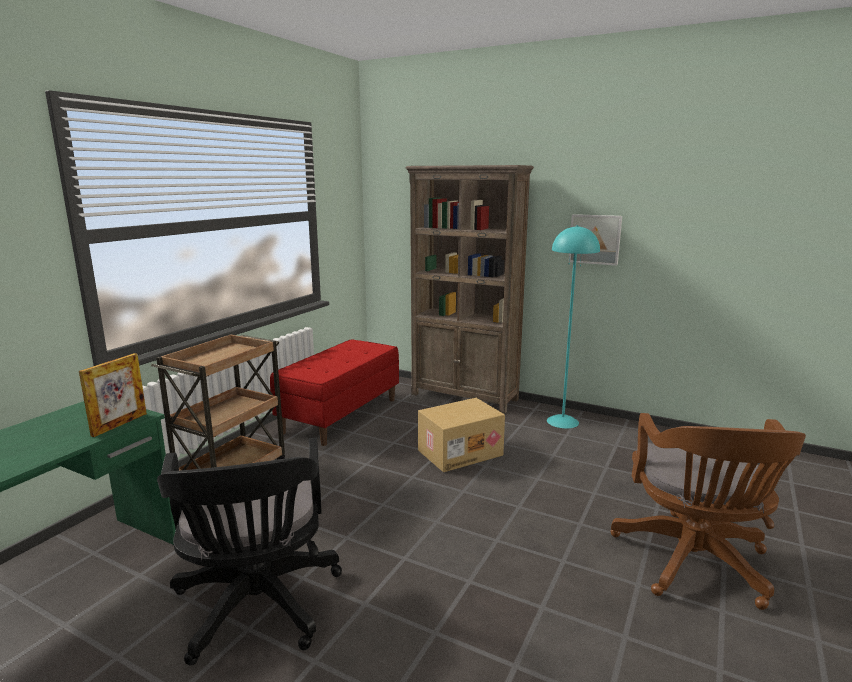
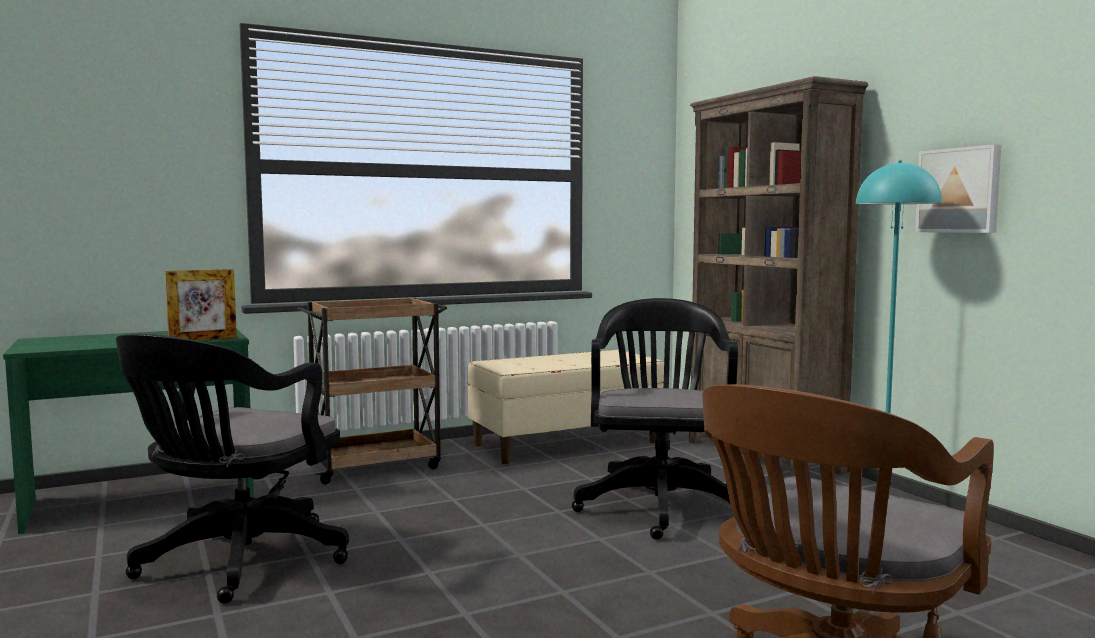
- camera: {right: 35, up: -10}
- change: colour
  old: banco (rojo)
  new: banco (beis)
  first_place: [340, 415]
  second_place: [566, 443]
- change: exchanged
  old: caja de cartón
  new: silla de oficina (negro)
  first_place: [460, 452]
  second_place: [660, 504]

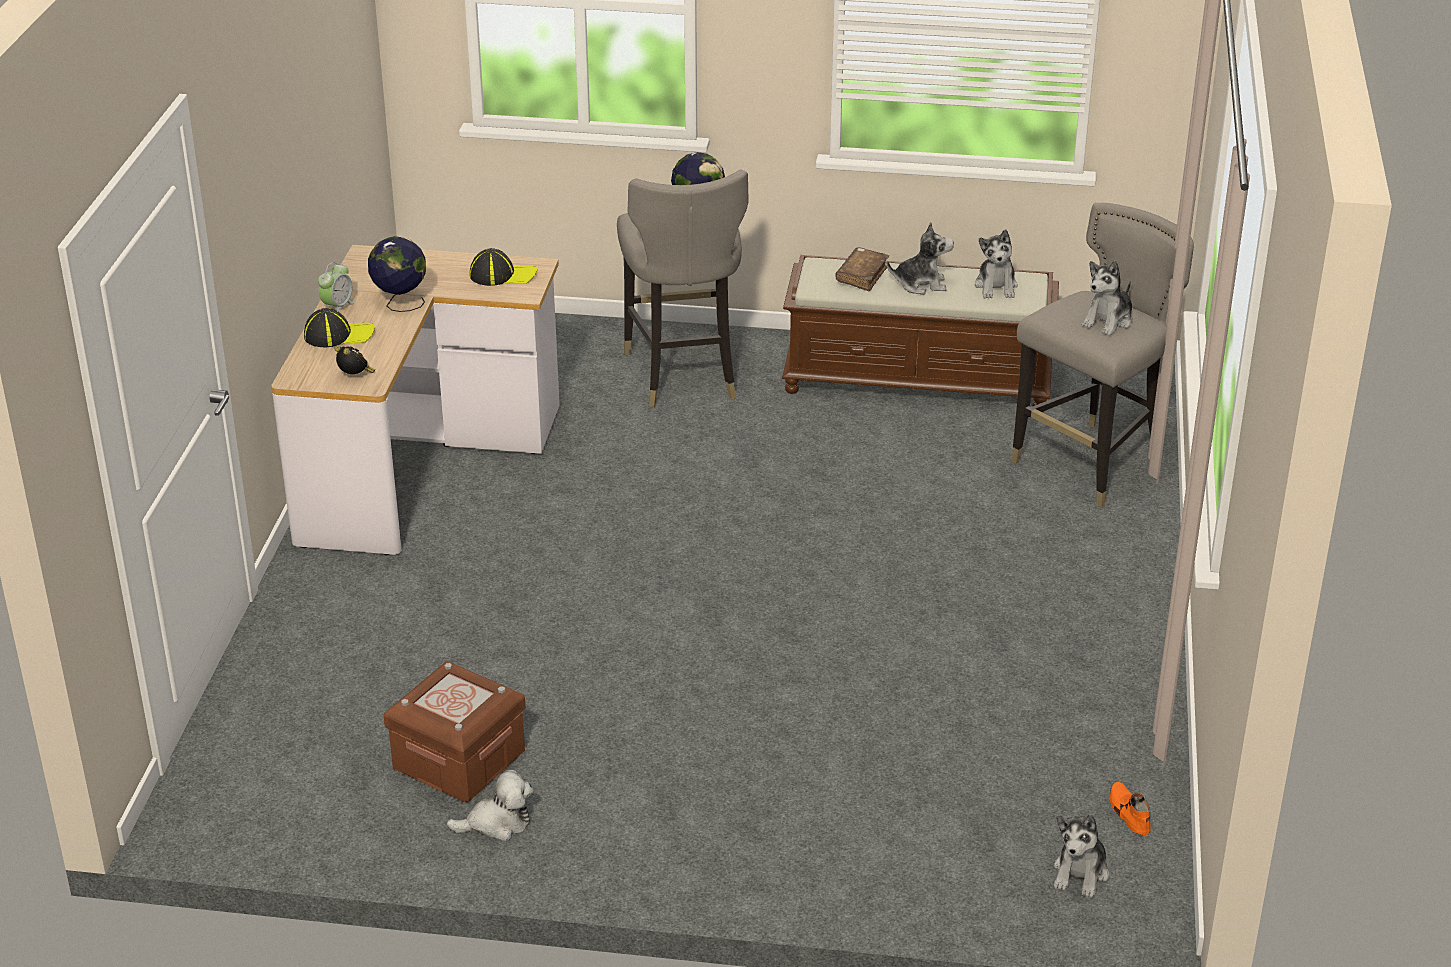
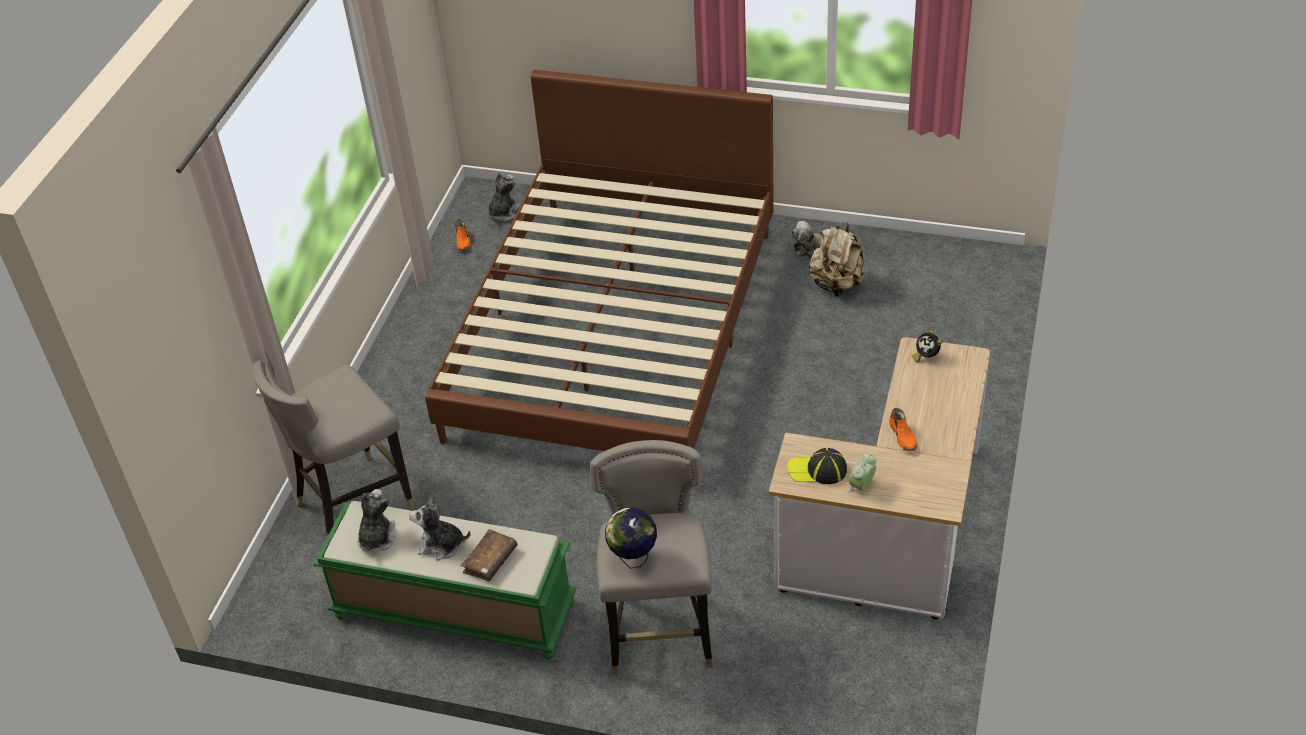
- camera: {right: -170, up: 10}
- change: colour
  old: banco (marrón)
  new: banco (verde)
  first_place: [919, 380]
  second_place: [452, 610]
- change: appeared
  new: cama (marrón)
  second_place: [615, 332]
- change: exchanged
  old: caja de almacenaje (marrón)
  new: mochila (beis)
  first_place: [459, 759]
  second_place: [837, 284]
- change: relocated
  old: despertador
  first_place: [337, 307]
  second_place: [862, 486]
- change: exchanged
  old: globo terráqueo
  new: zapato (naranja)
  first_place: [400, 304]
  second_place: [903, 436]
- change: missing
  old: gorra
  first_place: [339, 335]
- change: missing
  old: peluche
  first_place: [1108, 321]

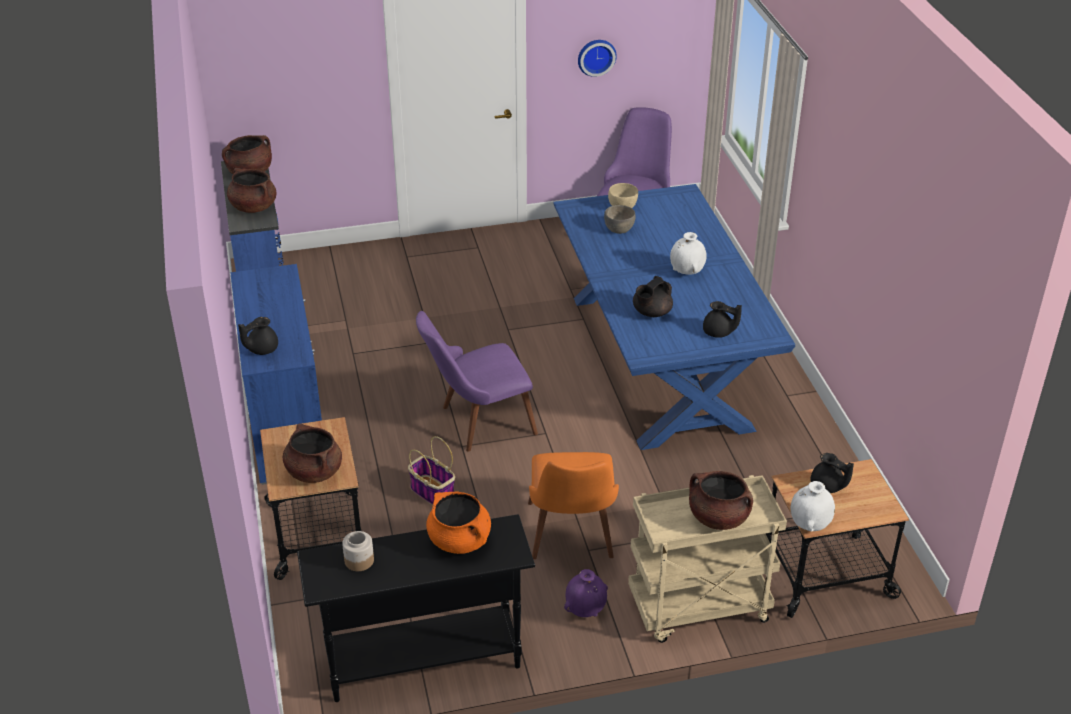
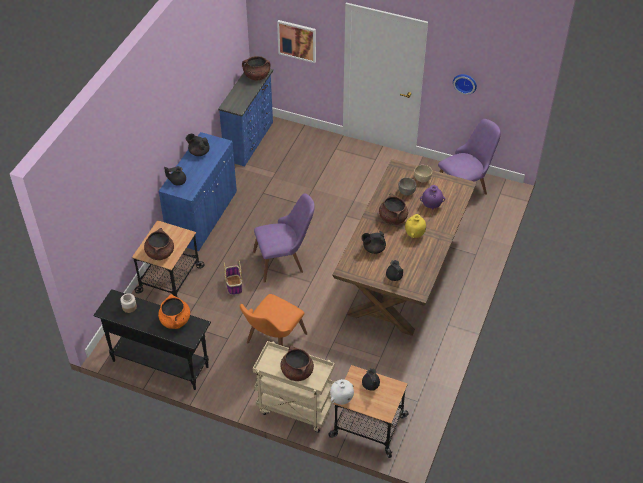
- camera: {right: 35, up: 10}
- change: appeared
  new: tetera (negro)
  second_place: [199, 152]
- change: spun
  old: silla (morado)
  first_place: [477, 423]
  second_place: [285, 260]
  degrees: 150
- change: appeared
  new: cuadro
  second_place: [297, 40]
- change: colour
  old: mesa de comedor (azul)
  new: mesa de comedor (marrón)
  first_place: [658, 360]
  second_place: [403, 270]
- change: relocated
  old: olla (marrón)
  first_place: [253, 207]
  second_place: [392, 218]
- change: colour
  old: florero (blanco)
  new: florero (amarillo)
  first_place: [687, 273]
  second_place: [414, 234]
- change: relocated
  old: florero (morado)
  first_place: [585, 610]
  second_place: [431, 205]

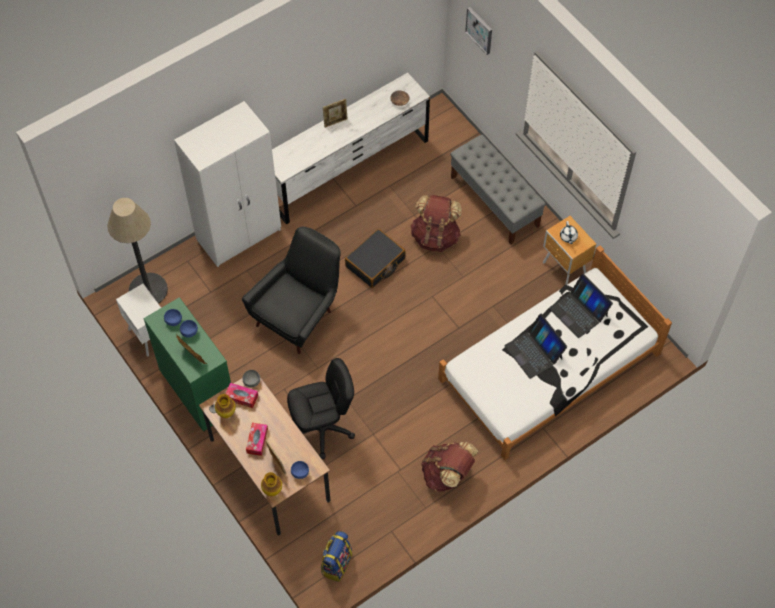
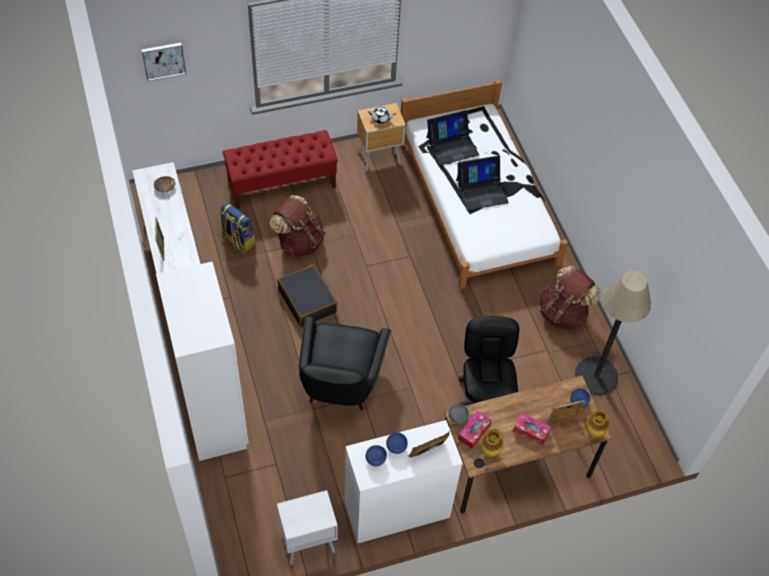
- camera: {right: -75, up: -5}
- change: relocated
  old: mochila
  first_place: [336, 563]
  second_place: [237, 240]
- change: colour
  old: banco (gris)
  new: banco (rojo)
  first_place: [495, 202]
  second_place: [282, 184]
- change: spun
  old: sillón (negro)
  first_place: [299, 314]
  second_place: [340, 385]
  degrees: -135
- change: colour
  old: cómoda (verde)
  new: cómoda (blanco)
  first_place: [198, 390]
  second_place: [397, 509]
- change: relocated
  old: lámpara de pie
  first_place: [148, 290]
  second_place: [596, 375]

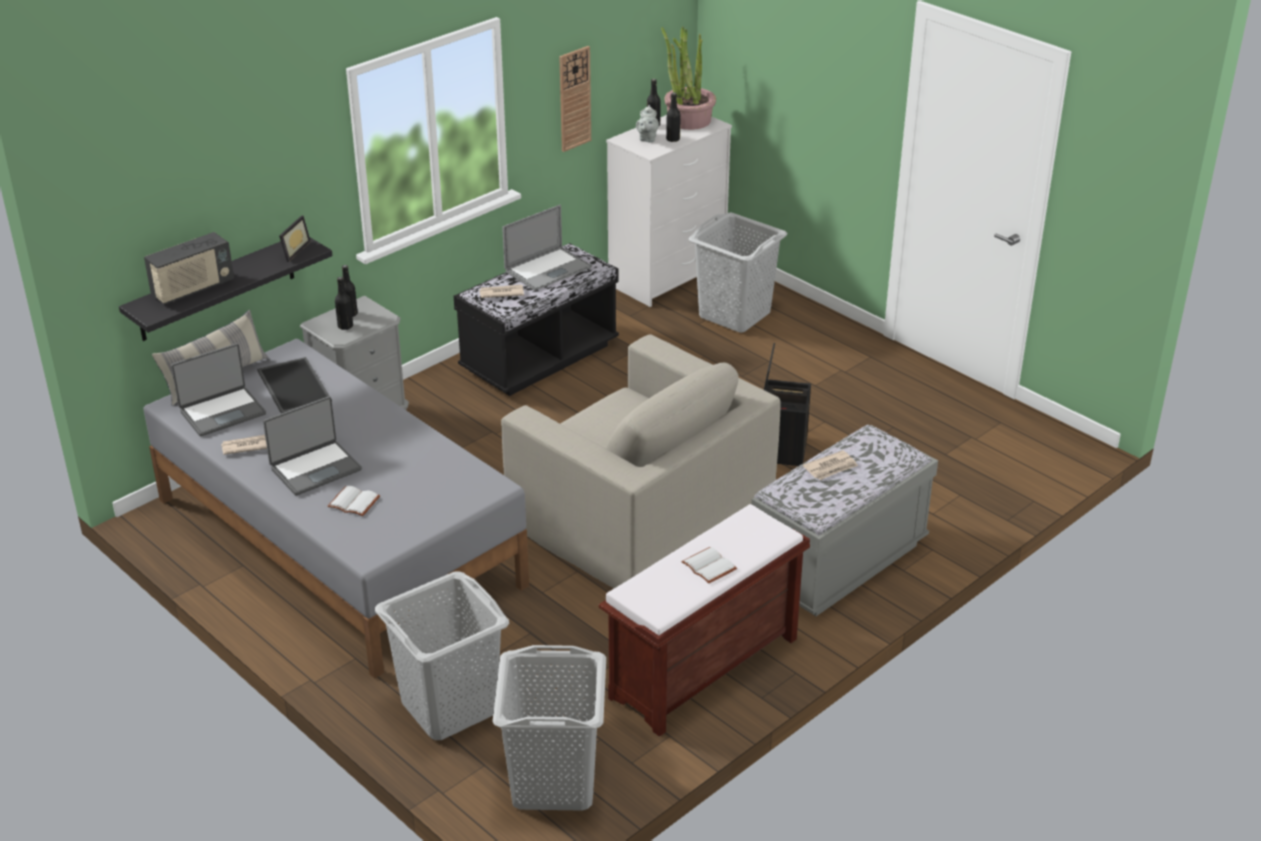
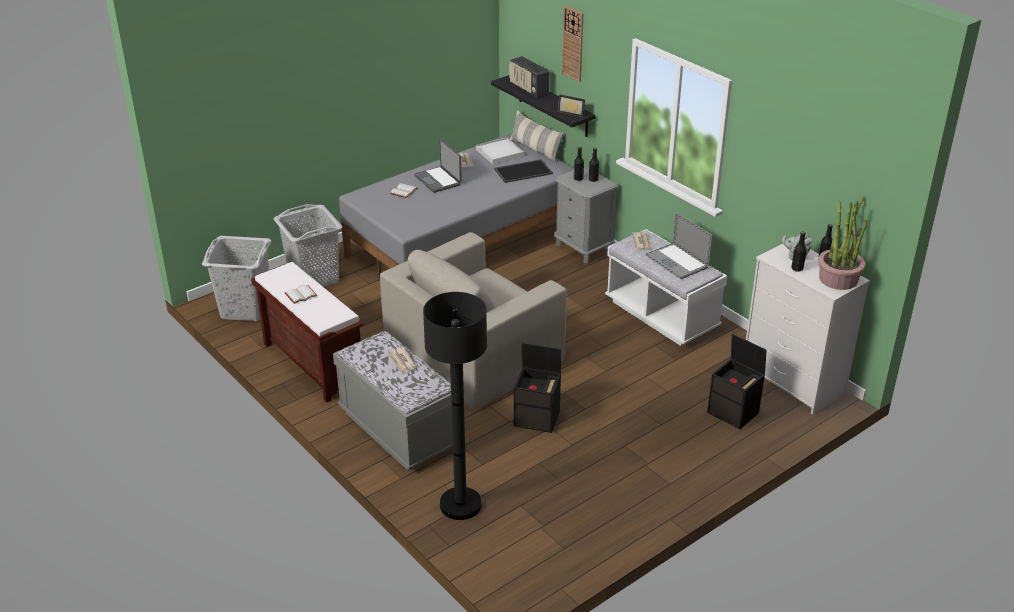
- camera: {right: 95, up: 0}
- change: appeared
  new: lámpara de pie (negro)
  second_place: [460, 505]
- change: exchanged
  old: portátil
  new: bandeja (blanco)
  first_place: [222, 412]
  second_place: [500, 153]
- change: relocated
  old: reloj de pared
  first_place: [574, 98]
  second_place: [573, 43]
- change: colour
  old: banco (negro)
  new: banco (blanco)
  first_place: [539, 358]
  second_place: [661, 315]
- change: exchanged
  old: cesto de la ropa (gris)
  new: caja de almacenaje (negro)
  first_place: [734, 314]
  second_place: [734, 413]

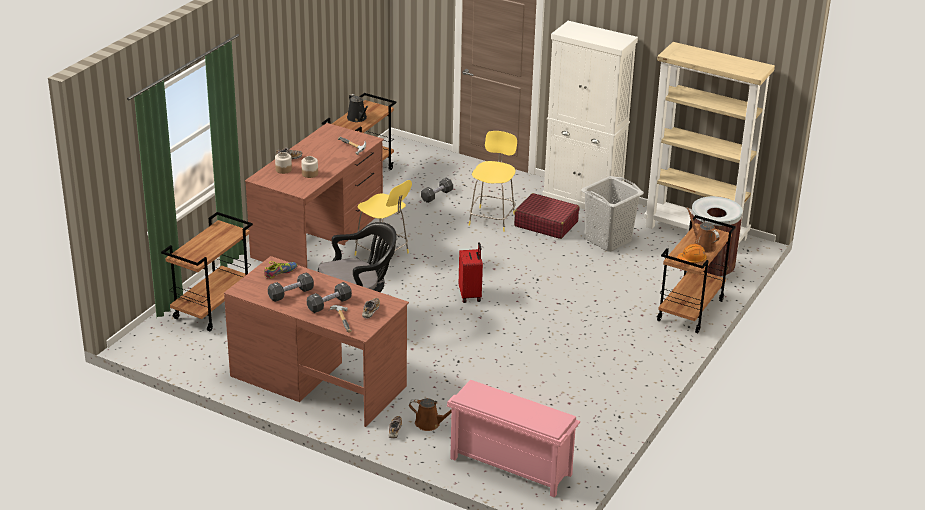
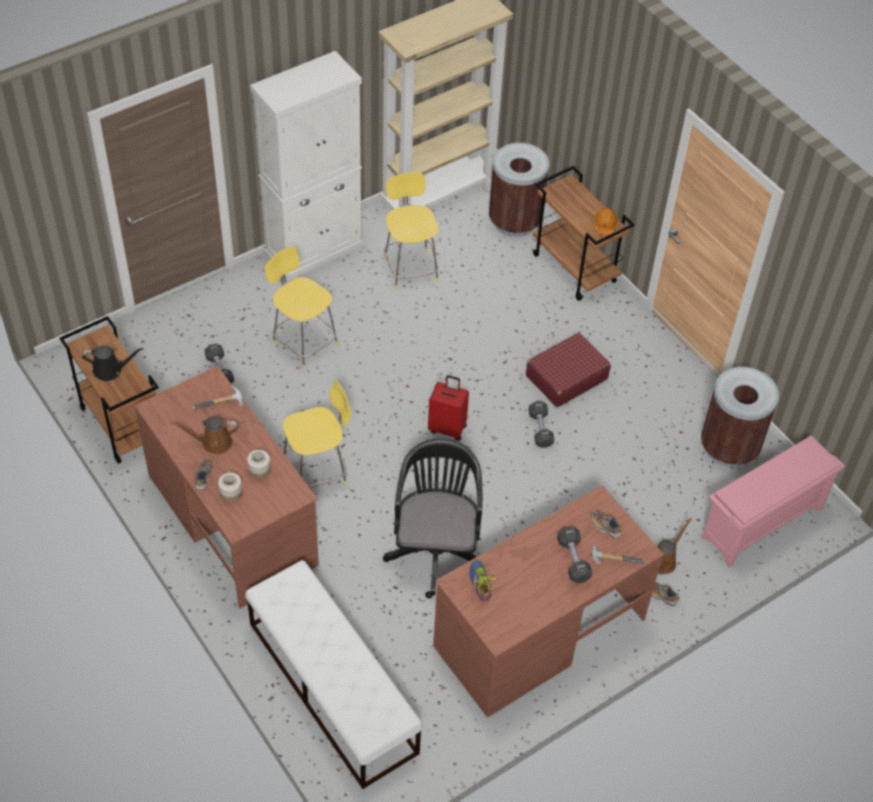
- camera: {right: -65, up: 20}
- change: relocated
  old: regadera (marrón)
  first_place: [702, 245]
  second_place: [213, 442]
- change: exchanged
  old: carrito (marrón)
  new: banco (blanco)
  first_place: [213, 308]
  second_place: [332, 687]
- change: exchanged
  old: cesto de la ropa (gris)
  new: taburete (amarillo)
  first_place: [608, 240]
  second_place: [410, 268]
- change: relocated
  old: maleta (rojo)
  first_place: [546, 224]
  second_place: [566, 377]
- change: relocated
  old: mancuerna (negro)
  first_place: [291, 294]
  second_place: [540, 429]
- change: appeared
  new: papelera (marrón)
  second_place: [729, 447]

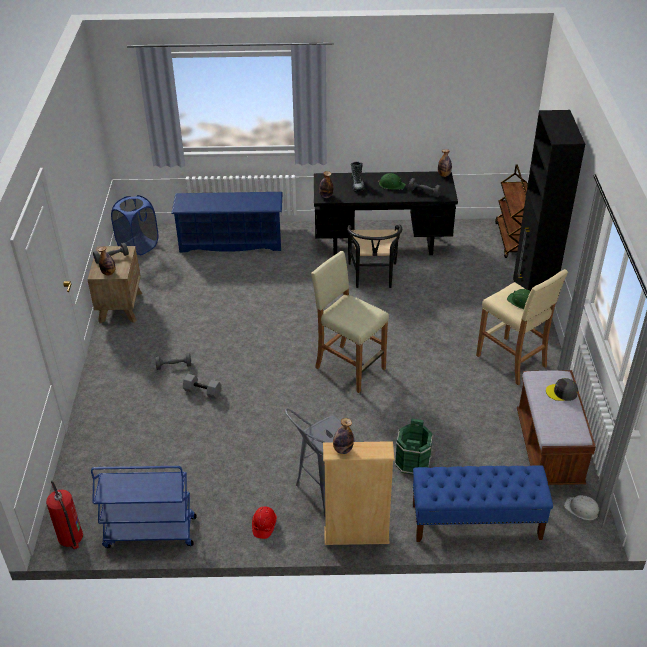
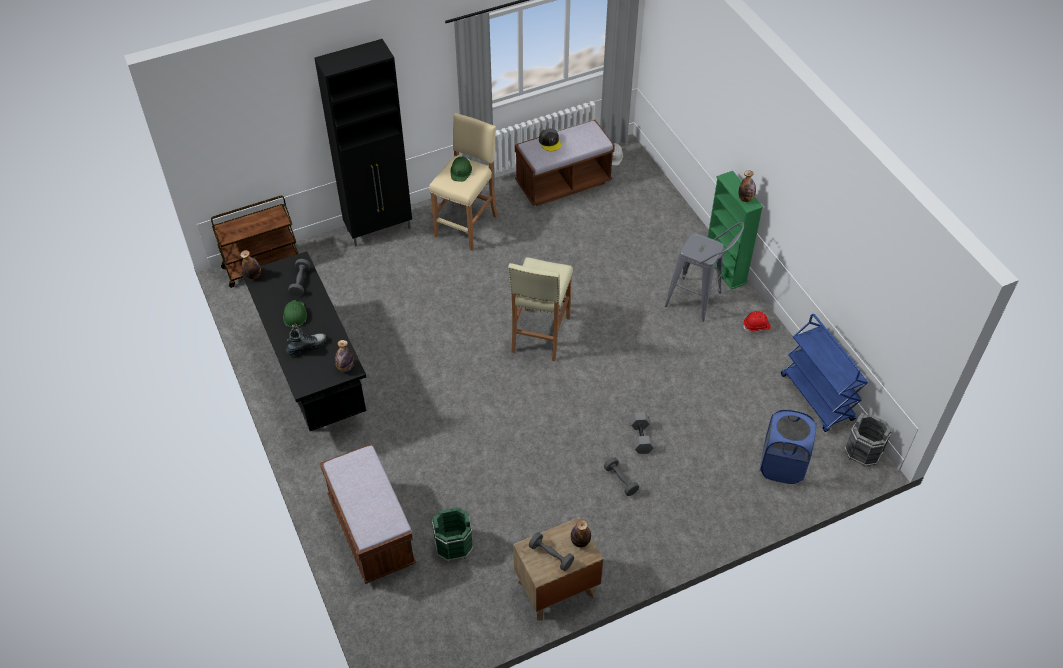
- camera: {right: -115, up: 10}
- change: exchanged
  old: zapatero (azul)
  new: banco (marrón)
  first_place: [231, 242]
  second_place: [371, 531]
- change: relocated
  old: cubo (verde)
  first_place: [412, 462]
  second_place: [454, 544]
- change: colour
  old: estantería (beis)
  new: estantería (verde)
  first_place: [356, 536]
  second_place: [725, 268]
- change: relocated
  old: cesto de la ropa (azul)
  first_place: [138, 246]
  second_place: [782, 466]
- change: exchanged
  old: extintor
  new: cubo (gris)
  first_place: [70, 537]
  second_place: [863, 451]
- change: missing
  old: silla (negro)
  first_place: [373, 278]
- change: missing
  old: banco (azul)
  first_place: [475, 522]

